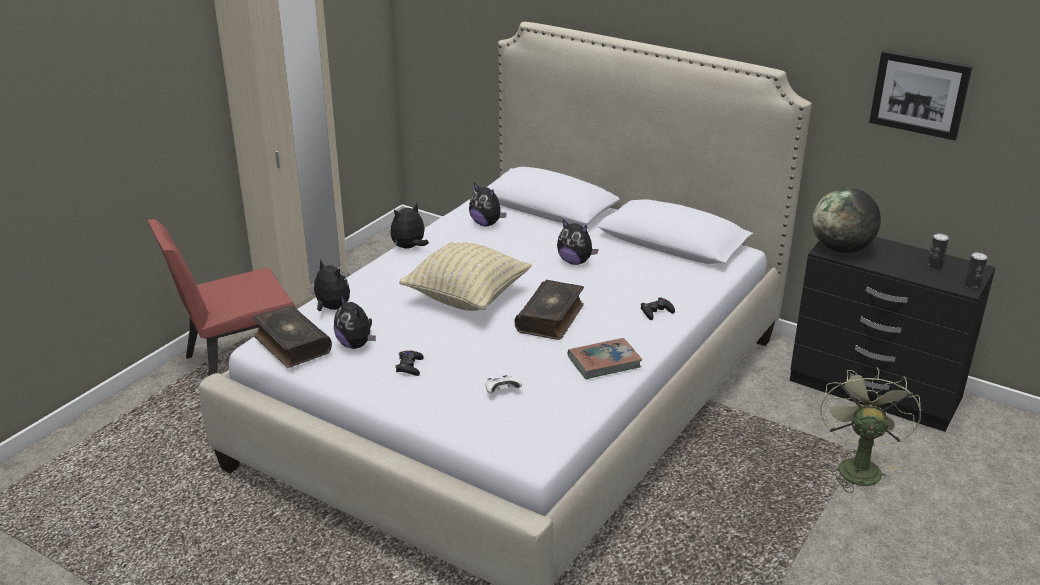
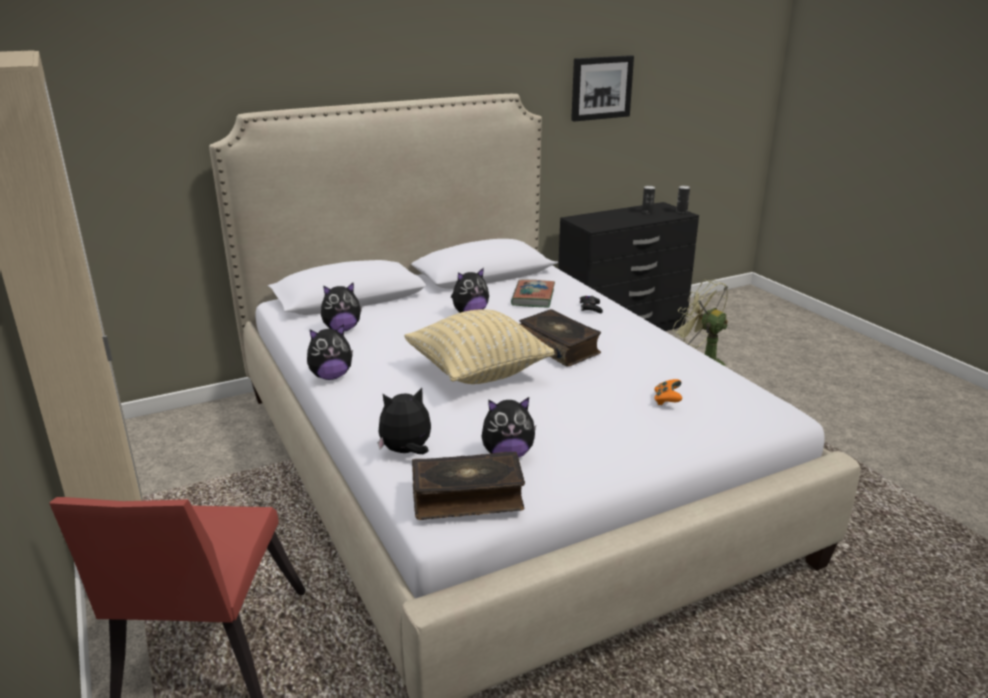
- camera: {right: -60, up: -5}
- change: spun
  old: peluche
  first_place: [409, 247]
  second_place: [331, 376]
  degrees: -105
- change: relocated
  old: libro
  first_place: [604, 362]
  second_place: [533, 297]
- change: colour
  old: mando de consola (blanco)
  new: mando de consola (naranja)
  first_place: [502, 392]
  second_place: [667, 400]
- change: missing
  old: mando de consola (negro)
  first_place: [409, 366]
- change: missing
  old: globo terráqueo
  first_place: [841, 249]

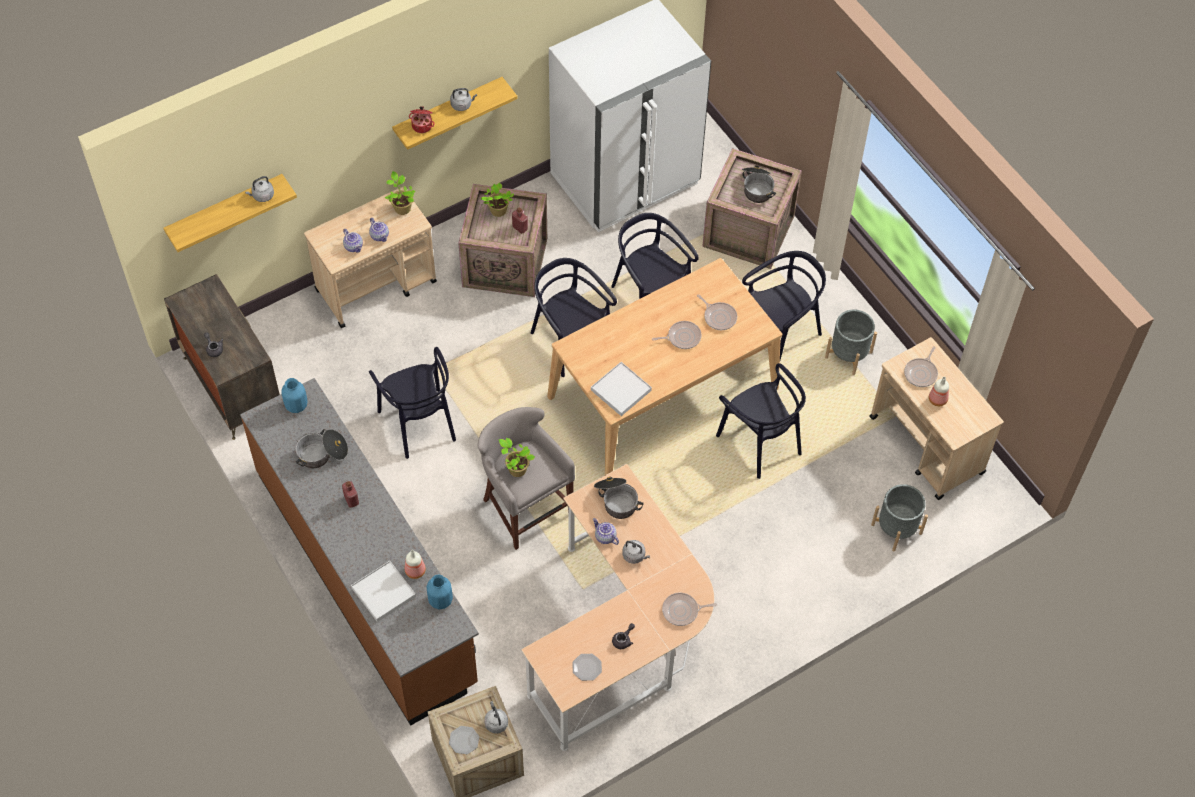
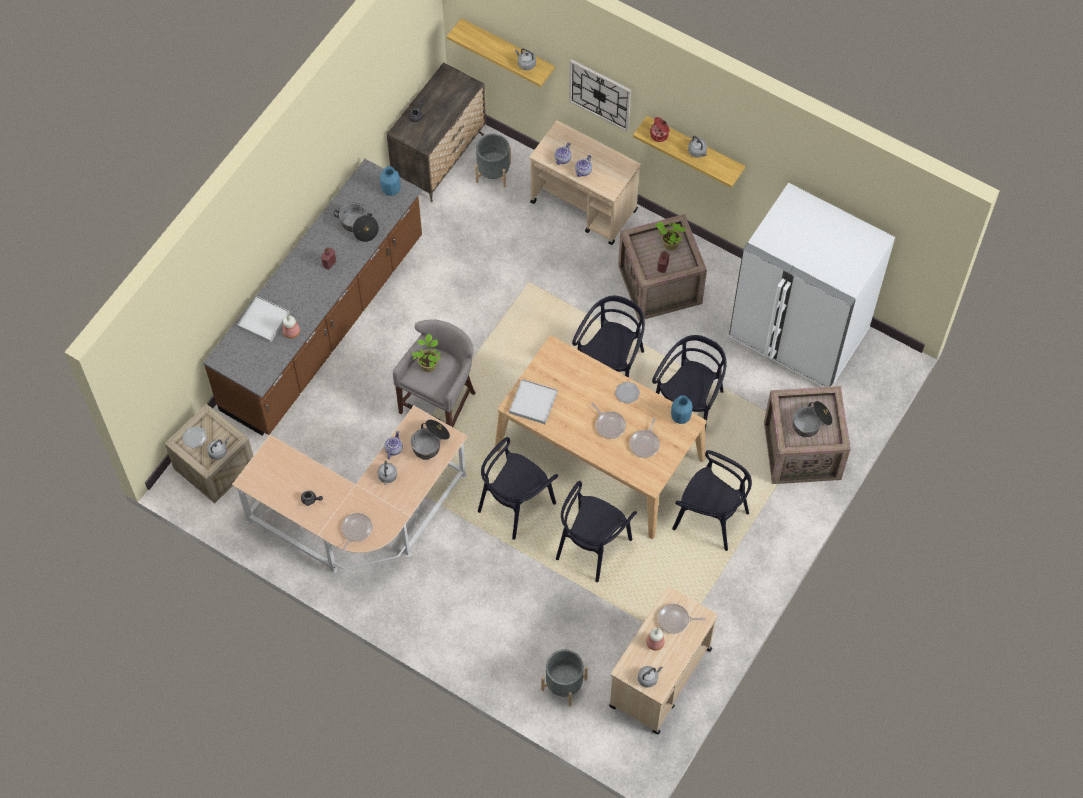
- camera: {right: 65, up: 5}
- change: spun
  old: sartén
  first_place: [682, 611]
  second_place: [356, 530]
  degrees: 60
- change: relocated
  old: maceta (gris)
  first_place: [848, 355]
  second_place: [493, 172]
- change: relocated
  old: silla (negro)
  first_place: [419, 423]
  second_place: [515, 504]
- change: appeared
  new: reloj de pared
  second_place: [600, 94]
- change: relocated
  old: plato
  first_place: [587, 668]
  second_place: [627, 393]
- change: appeared
  new: hervidor (gris)
  second_place: [648, 678]
- change: relocated
  old: florero (azul)
  first_place: [440, 600]
  second_place: [681, 416]
- change: missing
  old: planta en maceta
  first_place: [402, 207]

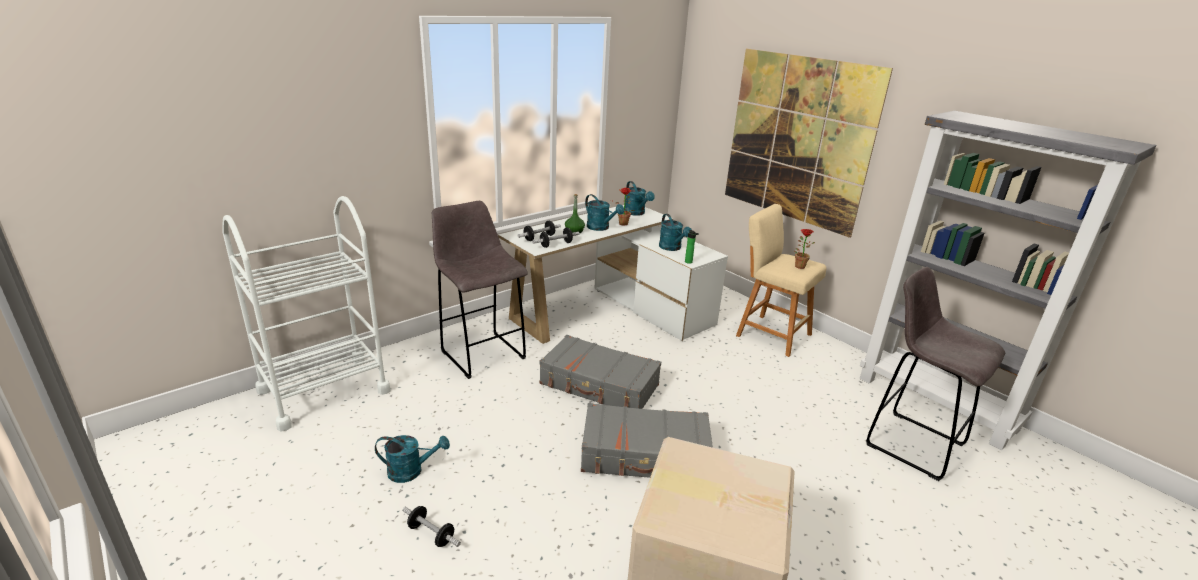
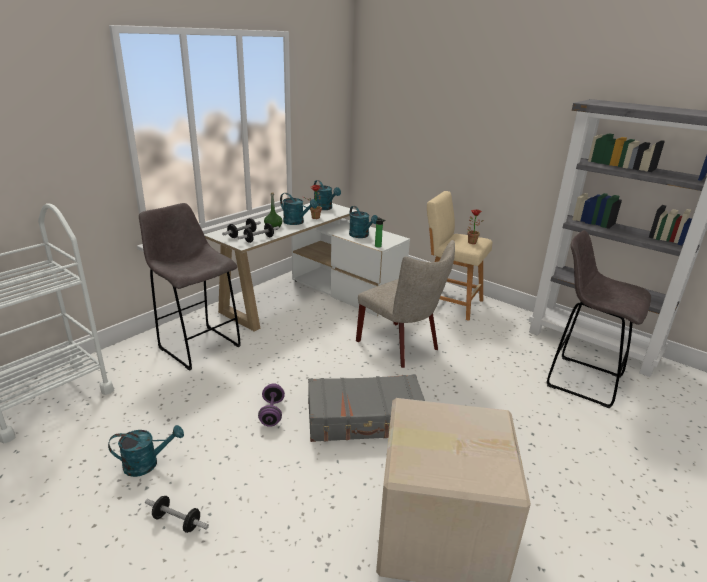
- camera: {right: -10, up: 0}
- change: appeared
  new: mancuerna (morado)
  second_place: [272, 413]
- change: appeared
  new: silla (beis)
  second_place: [401, 346]
- change: missing
  old: maleta (gris)
  first_place: [599, 385]
- change: missing
  old: cuadro
  first_place: [797, 140]

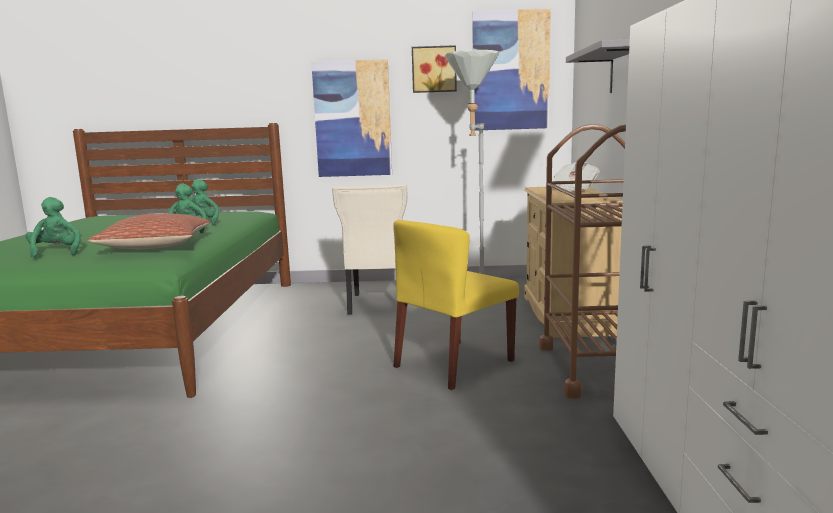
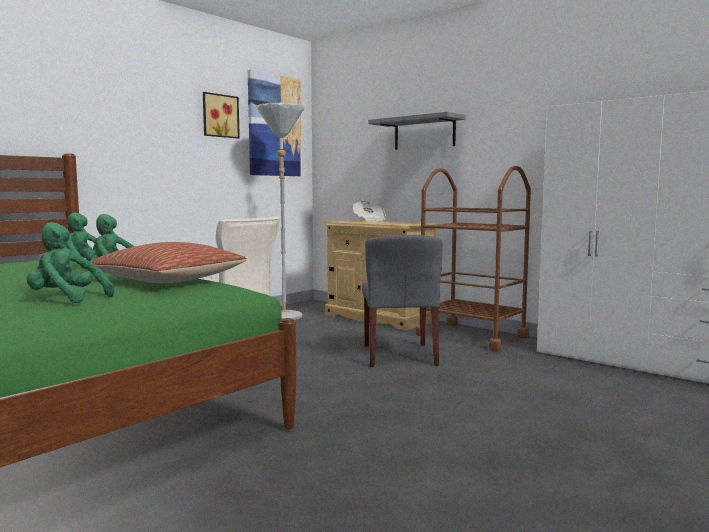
- camera: {right: -50, up: -5}
- change: colour
  old: silla (amarillo)
  new: silla (gris)
  first_place: [453, 364]
  second_place: [399, 355]
- change: missing
  old: cuadro
  first_place: [353, 119]

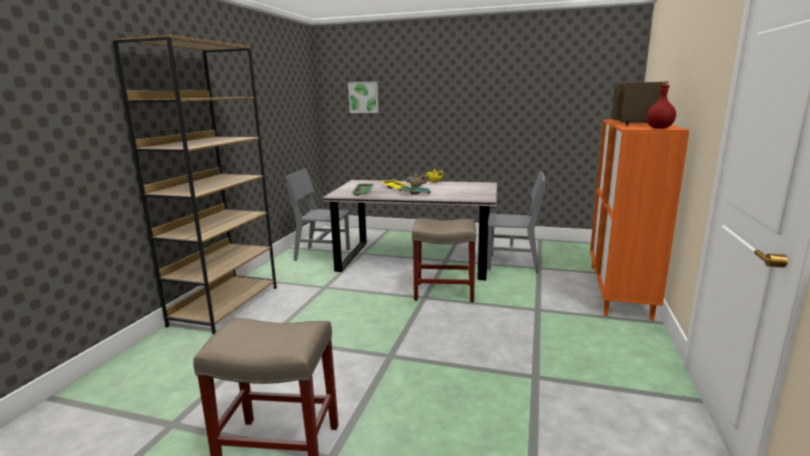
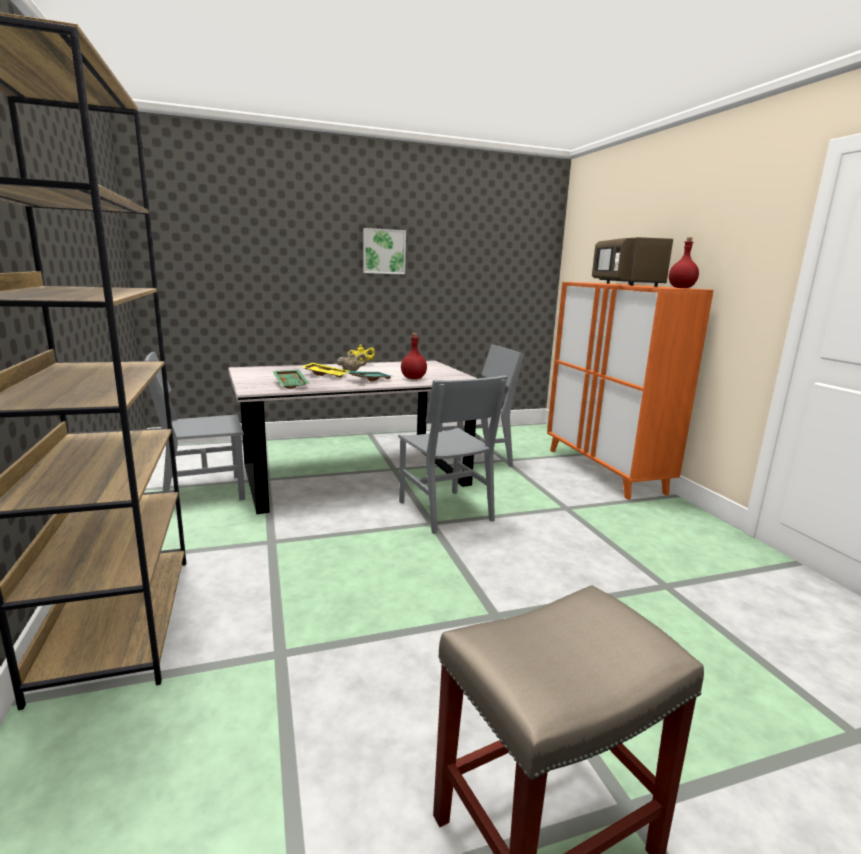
- camera: {right: -35, up: 0}
- change: relocated
  old: cuadro
  first_place: [364, 97]
  second_place: [383, 251]
- change: exchanged
  old: taburete (beis)
  new: silla (gris)
  first_place: [443, 292]
  second_place: [445, 511]
- change: appeared
  new: botella (rojo)
  second_place: [413, 378]

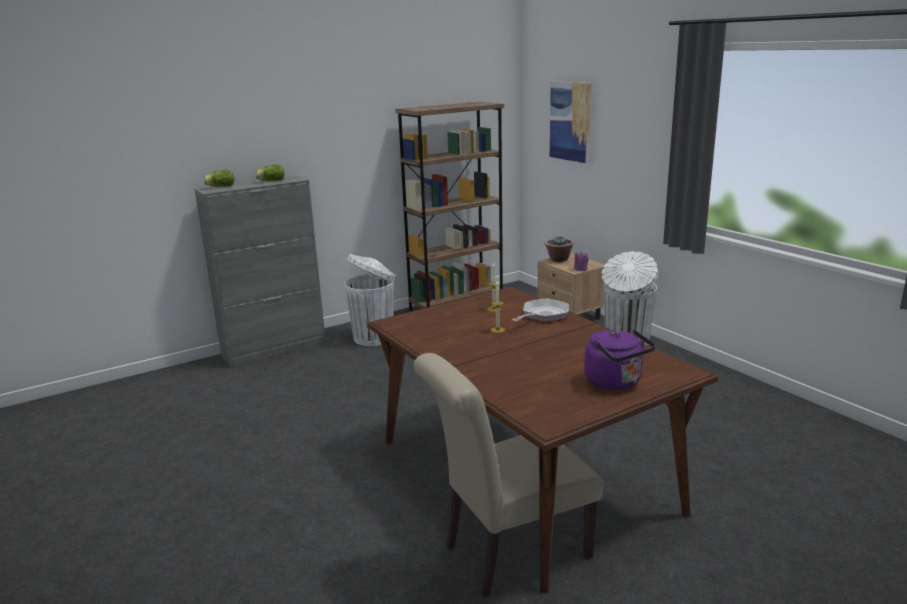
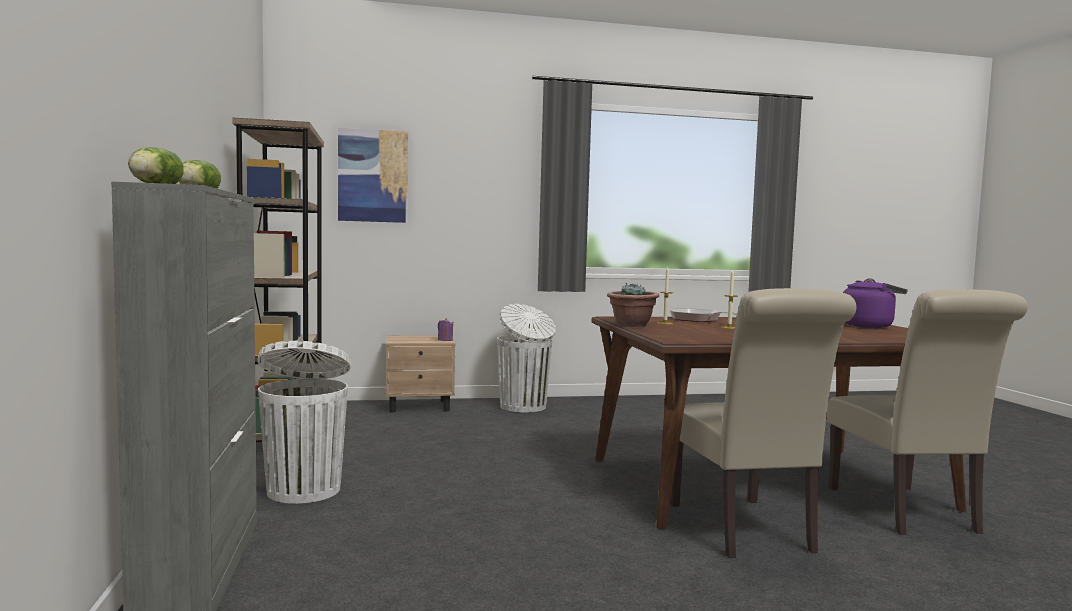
- camera: {right: -70, up: -15}
- change: relocated
  old: planta en maceta
  first_place: [558, 259]
  second_place: [631, 325]
- change: appeared
  new: silla (beis)
  second_place: [745, 530]

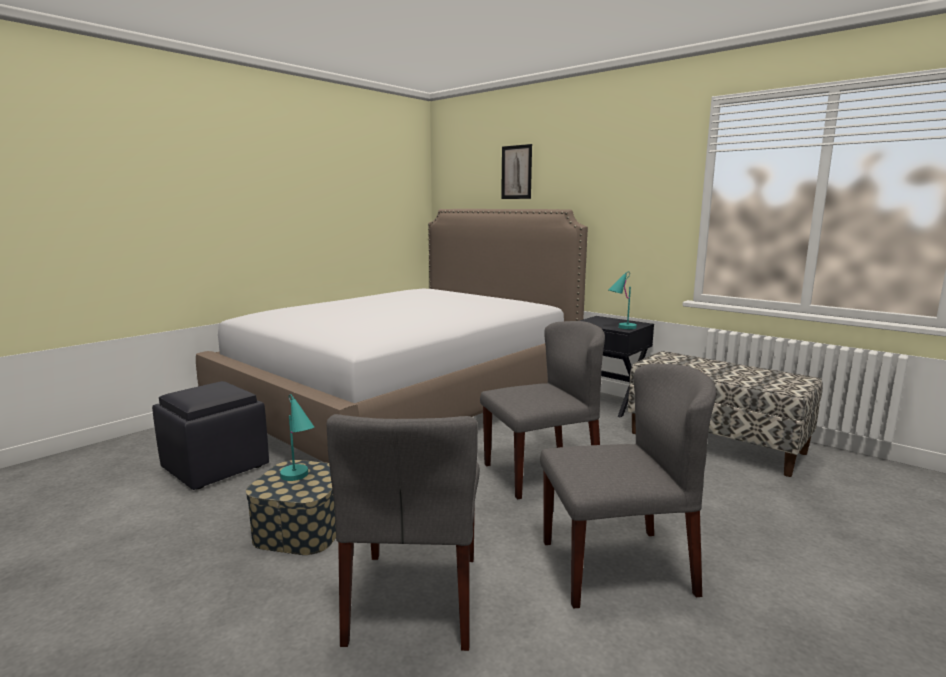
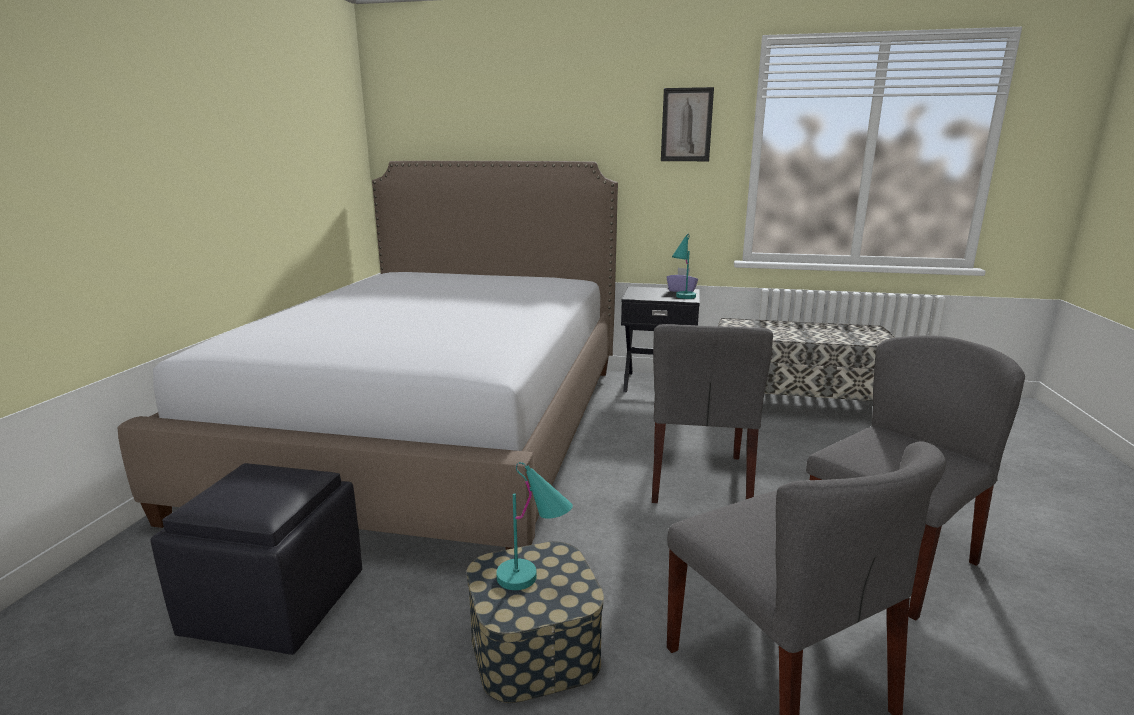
- camera: {right: -30, up: 5}
- change: spun
  old: silla (gris)
  first_place: [541, 472]
  second_place: [699, 479]
  degrees: 150
- change: relocated
  old: cuadro
  first_place: [516, 172]
  second_place: [686, 125]
- change: appeared
  new: caja de pañuelos (morado)
  second_place: [682, 290]

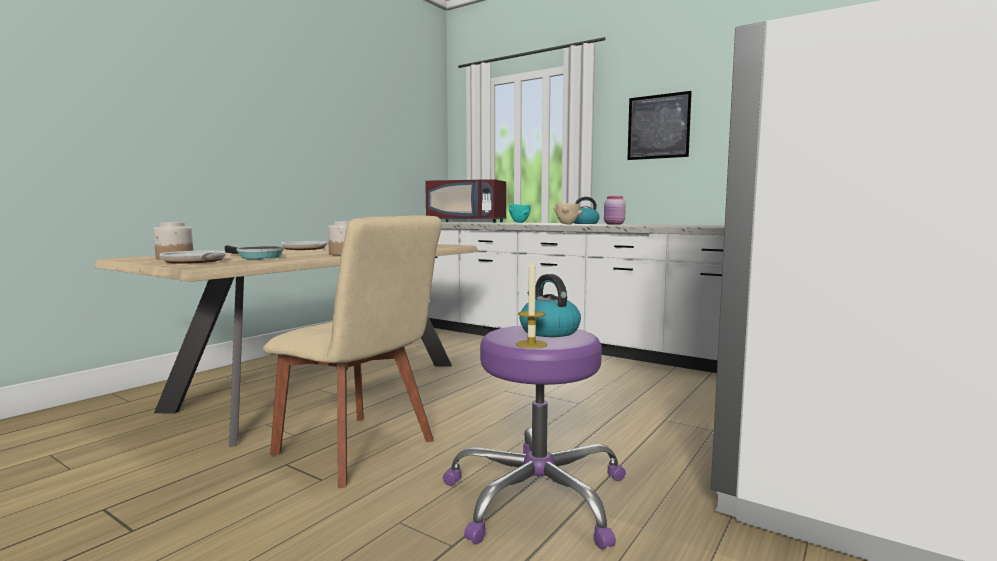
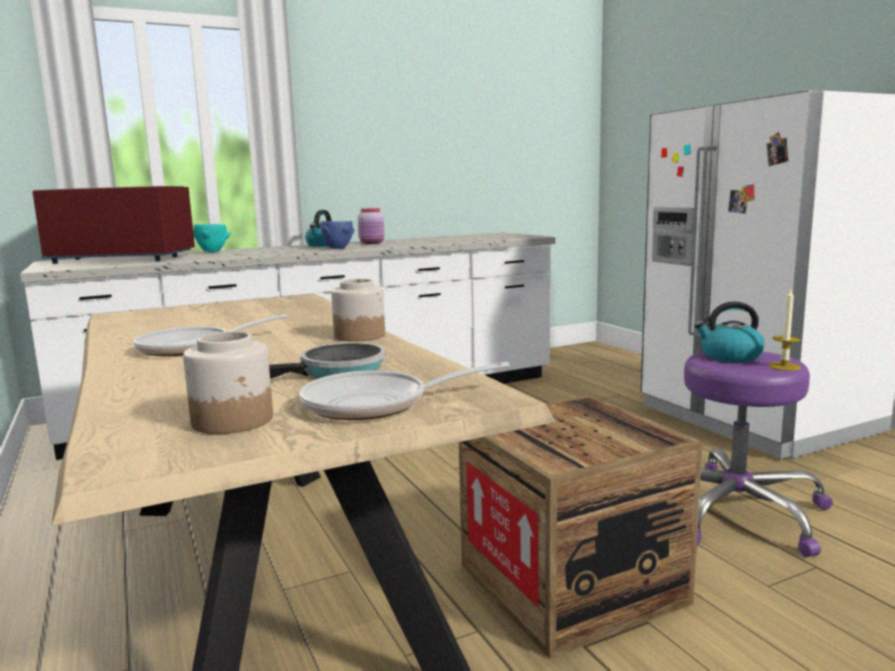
- camera: {right: -60, up: 5}
- change: spun
  old: microondas (rojo)
  first_place: [467, 222]
  second_place: [121, 259]
  degrees: -135
- change: colour
  old: cuenco (beis)
  new: cuenco (azul)
  first_place: [567, 224]
  second_place: [338, 248]
- change: exchanged
  old: silla (beis)
  new: caja de embalaje
  first_place: [359, 450]
  second_place: [571, 584]
- change: missing
  old: cuadro
  first_place: [658, 126]

